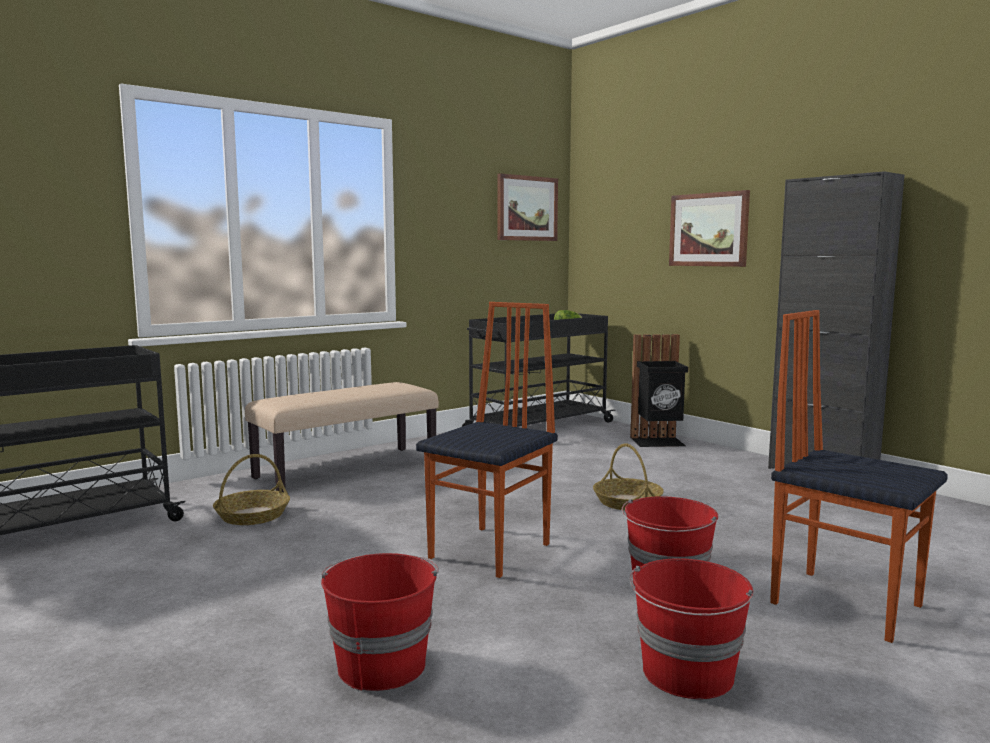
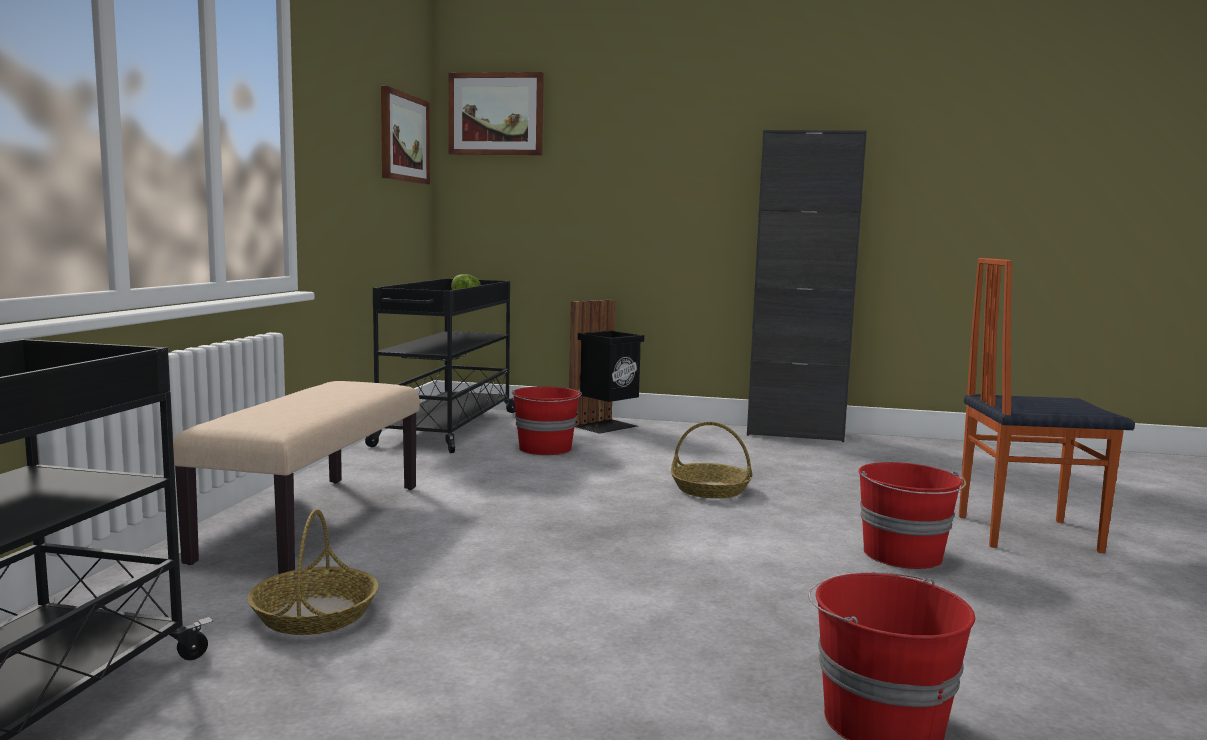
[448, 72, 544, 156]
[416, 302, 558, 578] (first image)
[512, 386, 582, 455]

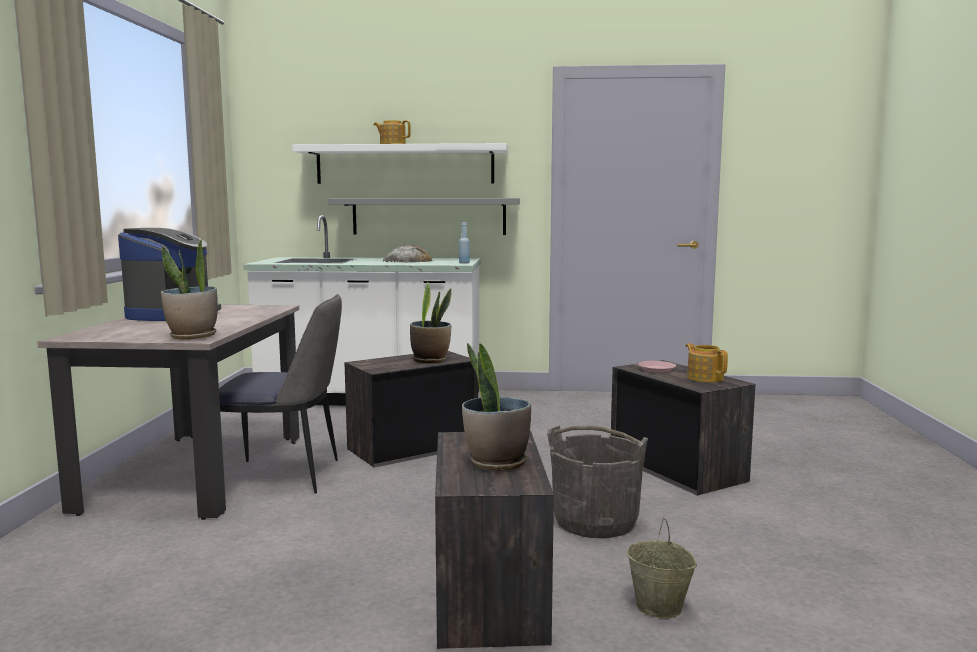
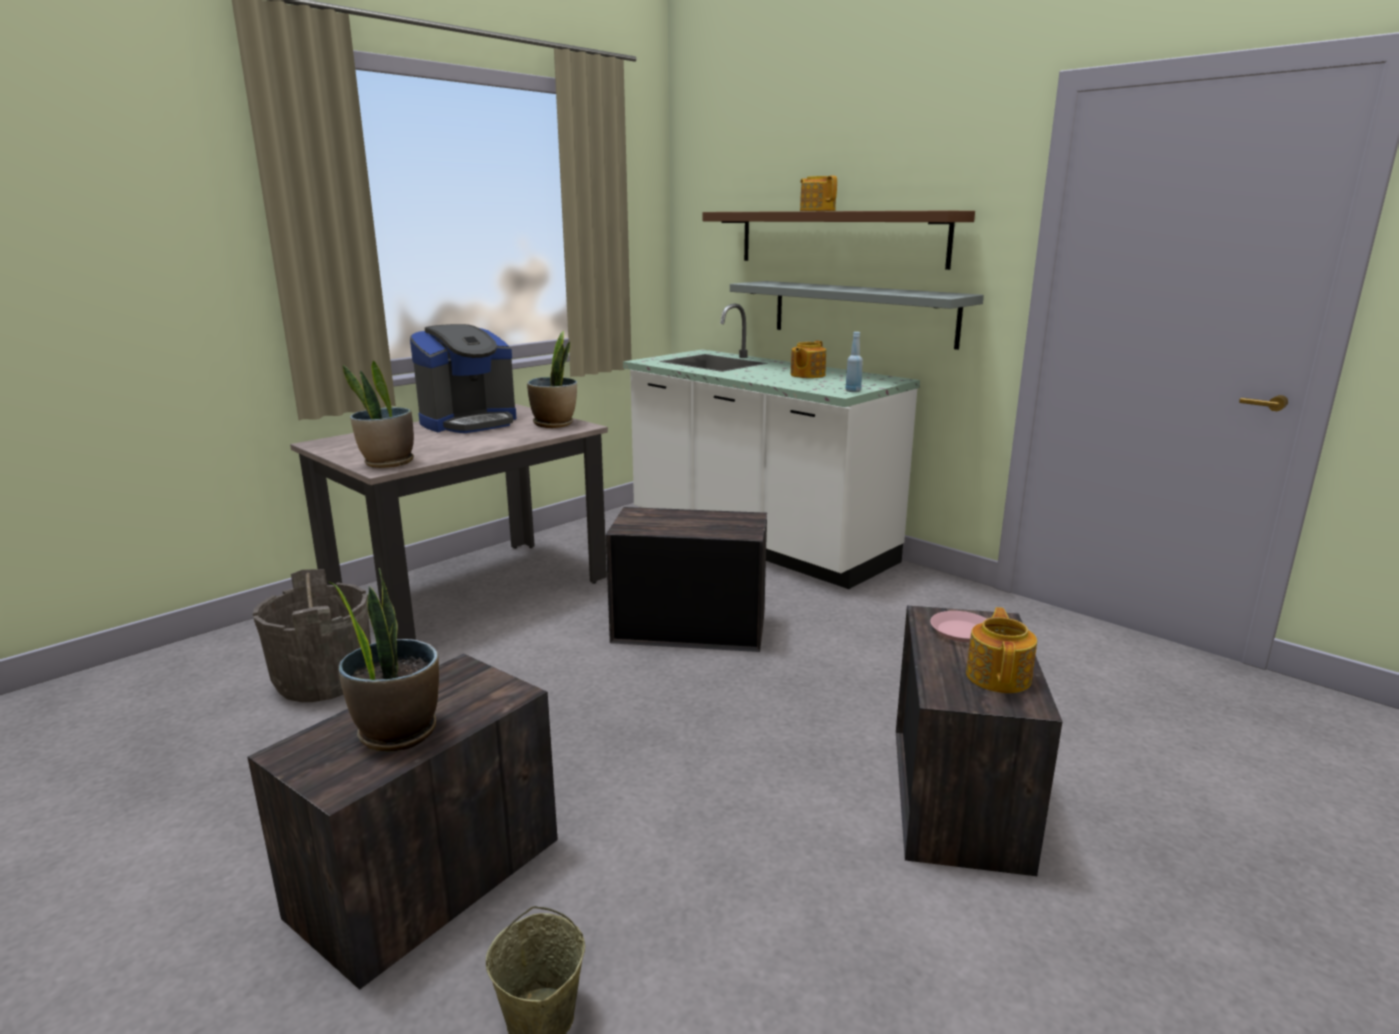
[703, 211, 975, 270]
[791, 341, 826, 378]
[527, 331, 577, 428]
[219, 294, 342, 494] (first image)
[253, 569, 371, 702]

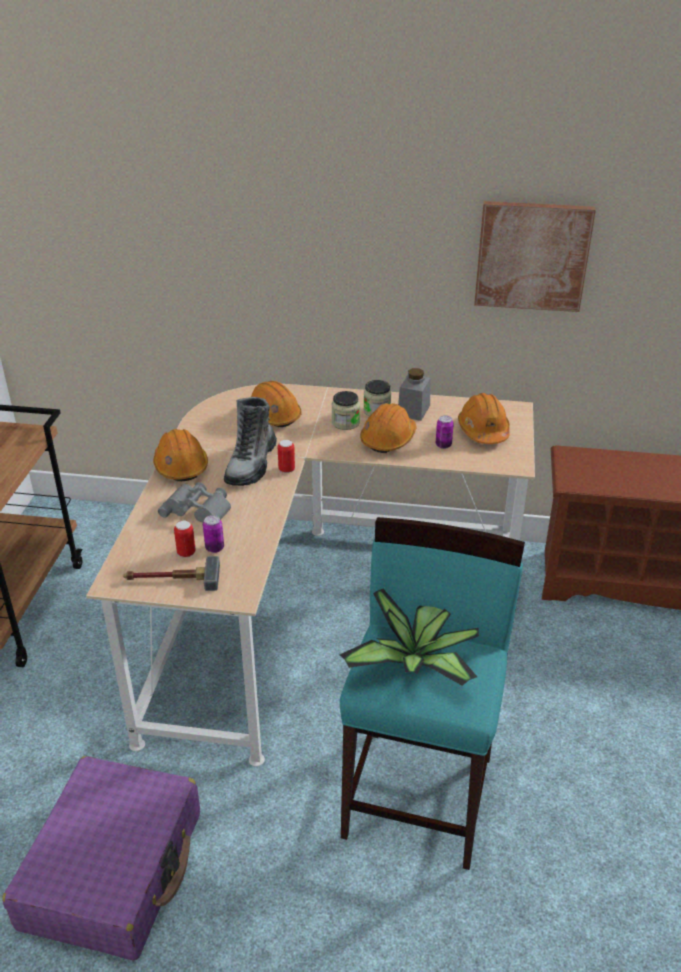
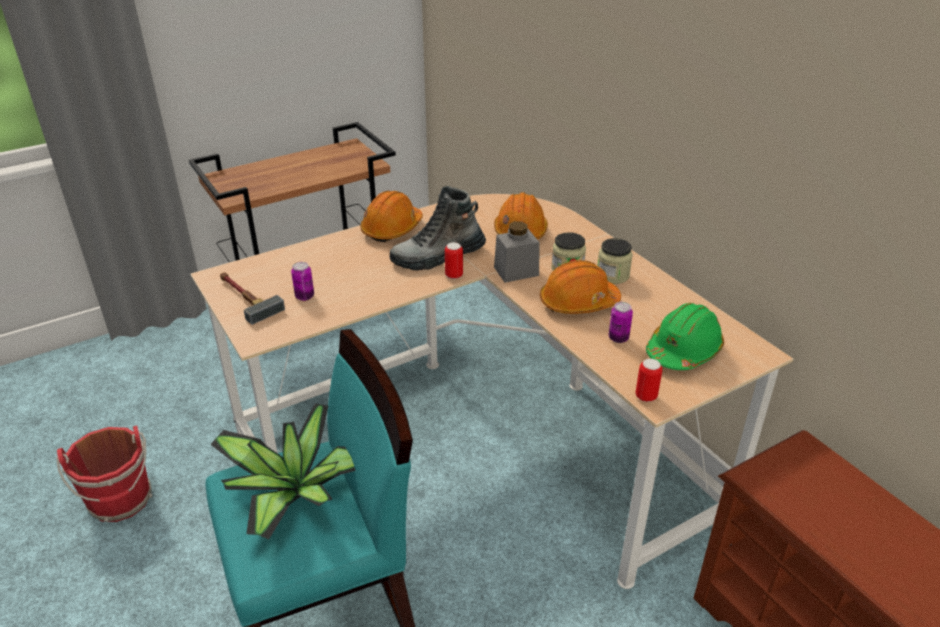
[474, 201, 596, 312] (first image)
[494, 221, 539, 283]
[646, 303, 724, 370]
[158, 482, 231, 525] (first image)
[636, 359, 663, 402]
[56, 426, 152, 522]

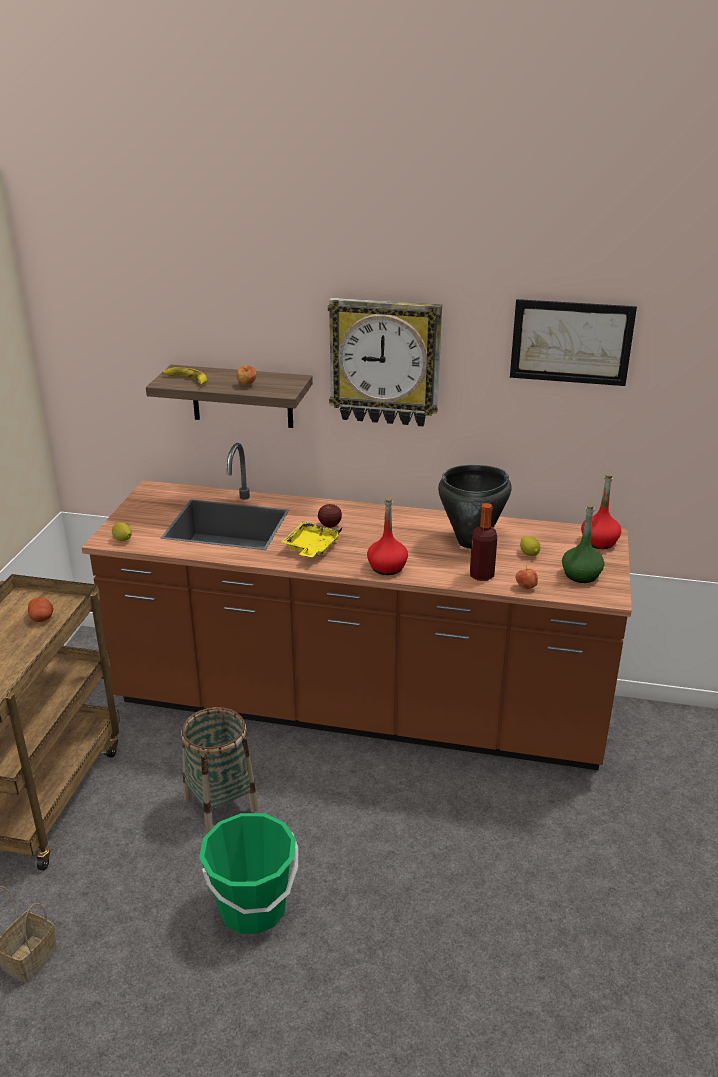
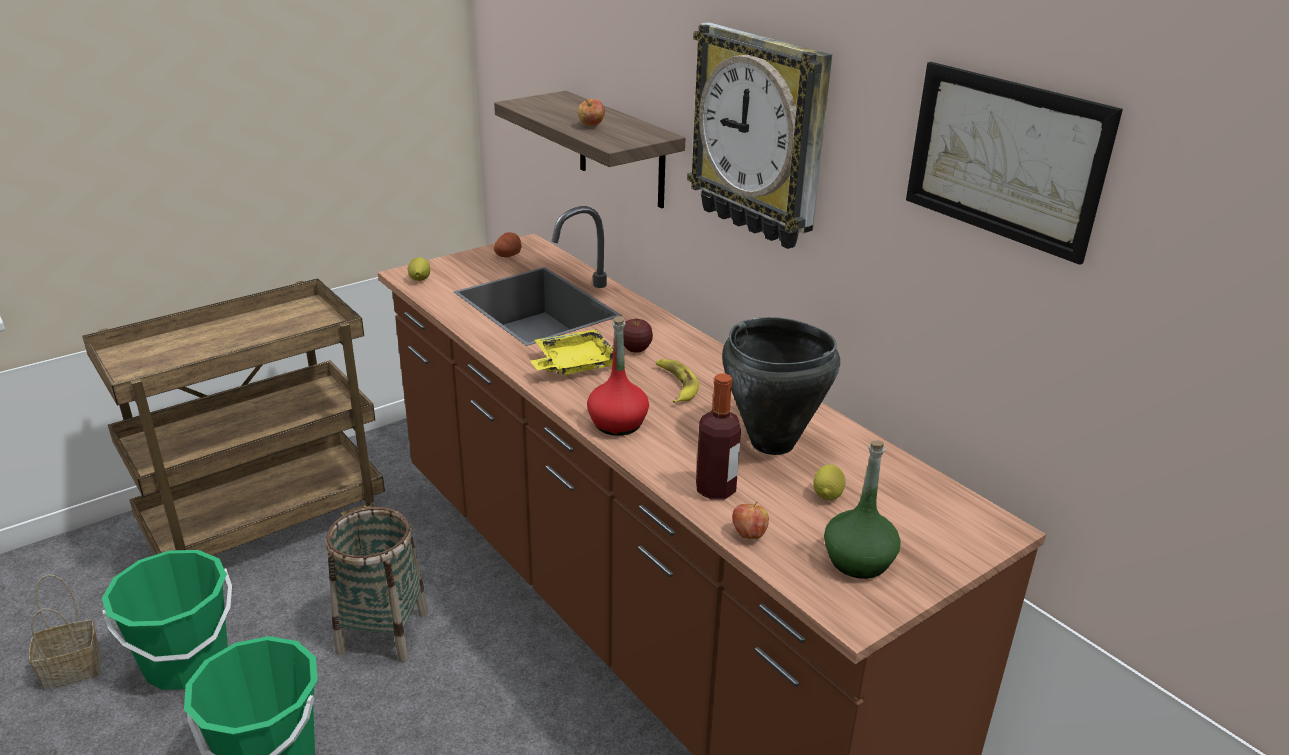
[656, 359, 699, 403]
[581, 474, 622, 549] (first image)
[494, 232, 522, 258]
[102, 550, 232, 690]

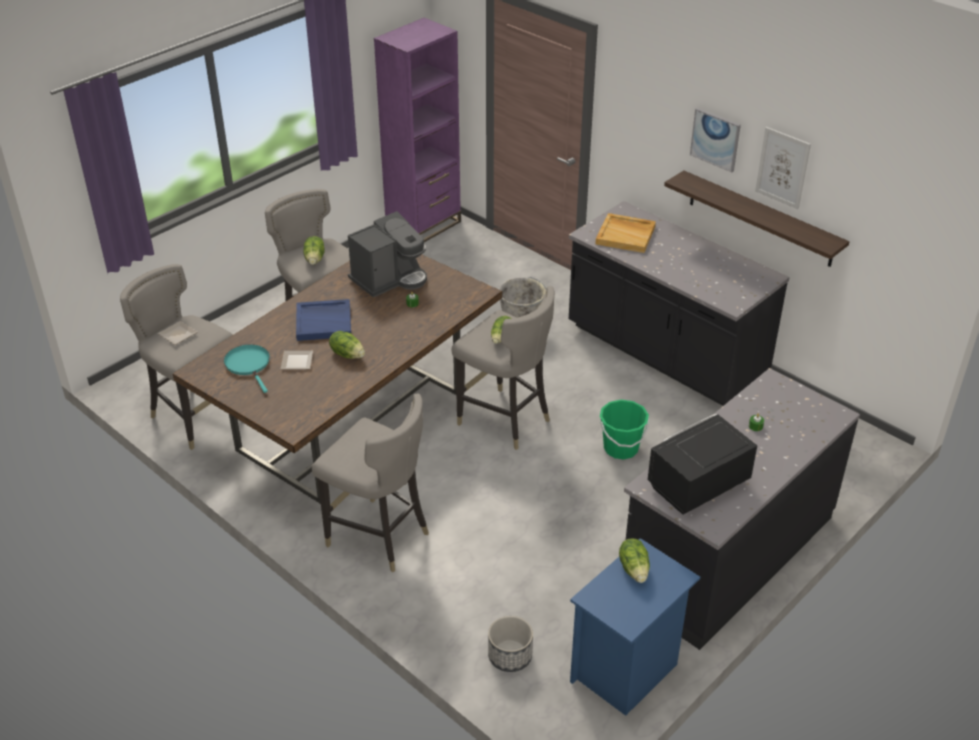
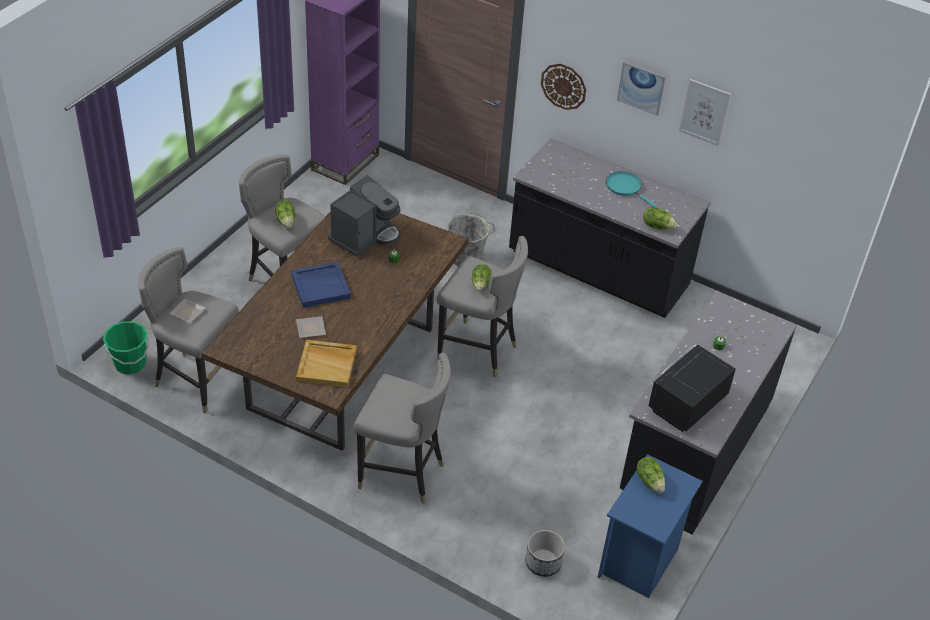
[664, 170, 850, 267] (first image)
[296, 340, 357, 388]
[643, 207, 677, 230]
[606, 171, 657, 208]
[103, 321, 149, 374]
[541, 64, 586, 110]

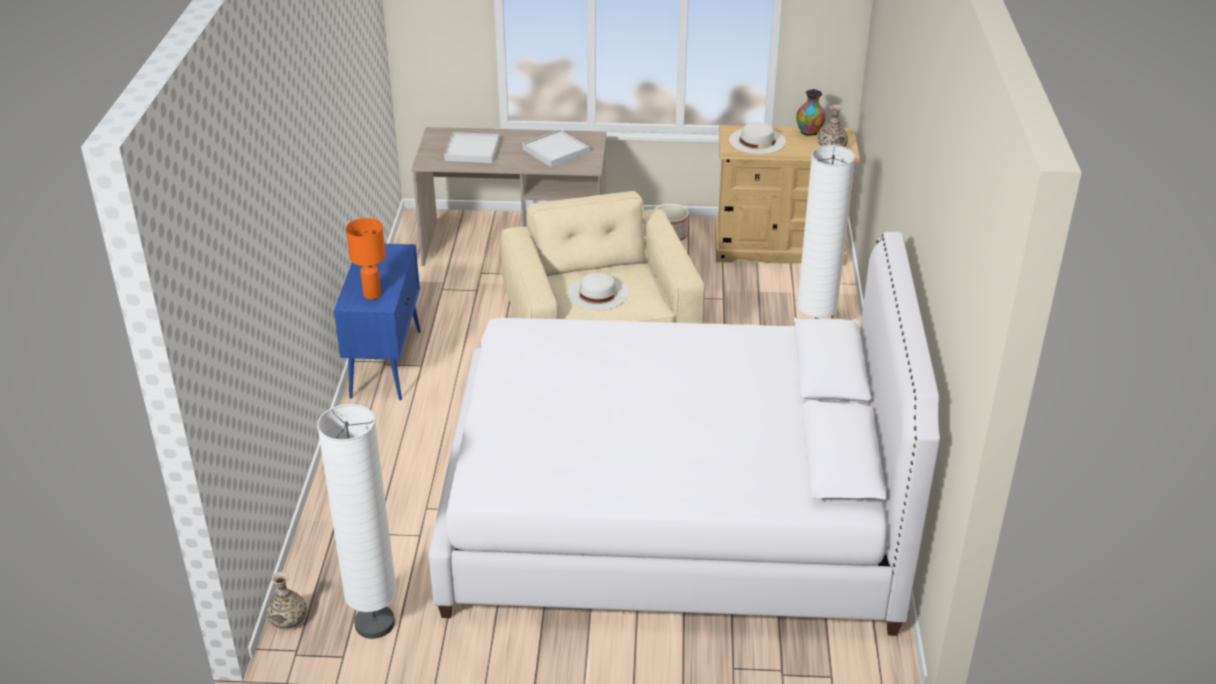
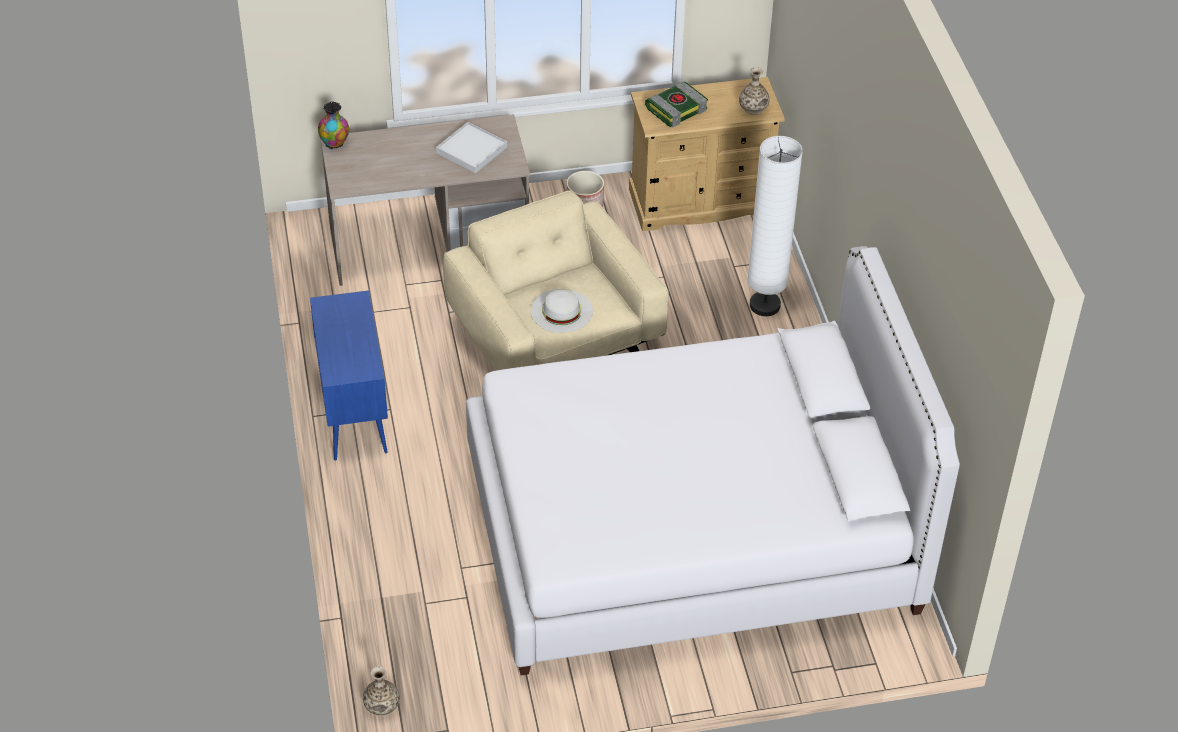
[318, 102, 349, 149]
[645, 82, 708, 127]
[444, 132, 499, 163] (first image)
[346, 218, 386, 300] (first image)
[317, 404, 397, 639] (first image)

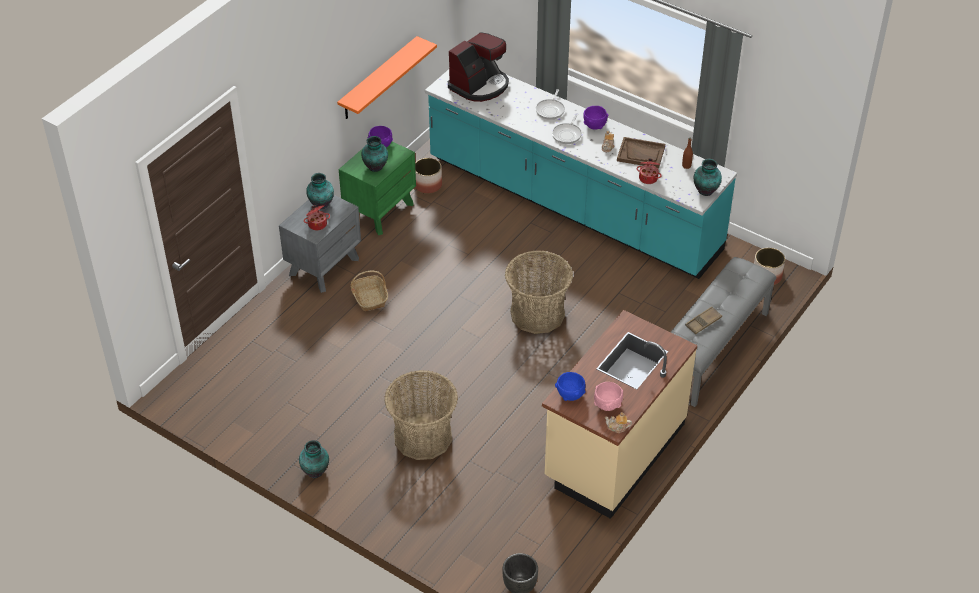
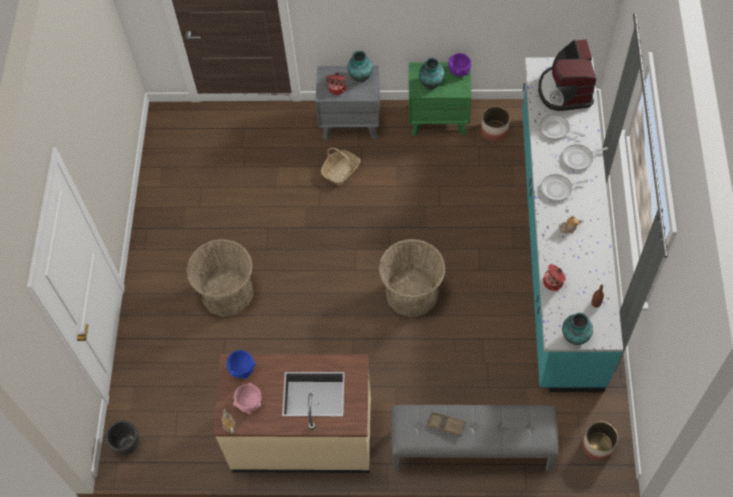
[538, 39, 596, 111]
[337, 36, 437, 119] (first image)
[583, 106, 609, 130] (first image)
[617, 137, 665, 168] (first image)
[299, 440, 329, 478] (first image)
[539, 114, 585, 140]

